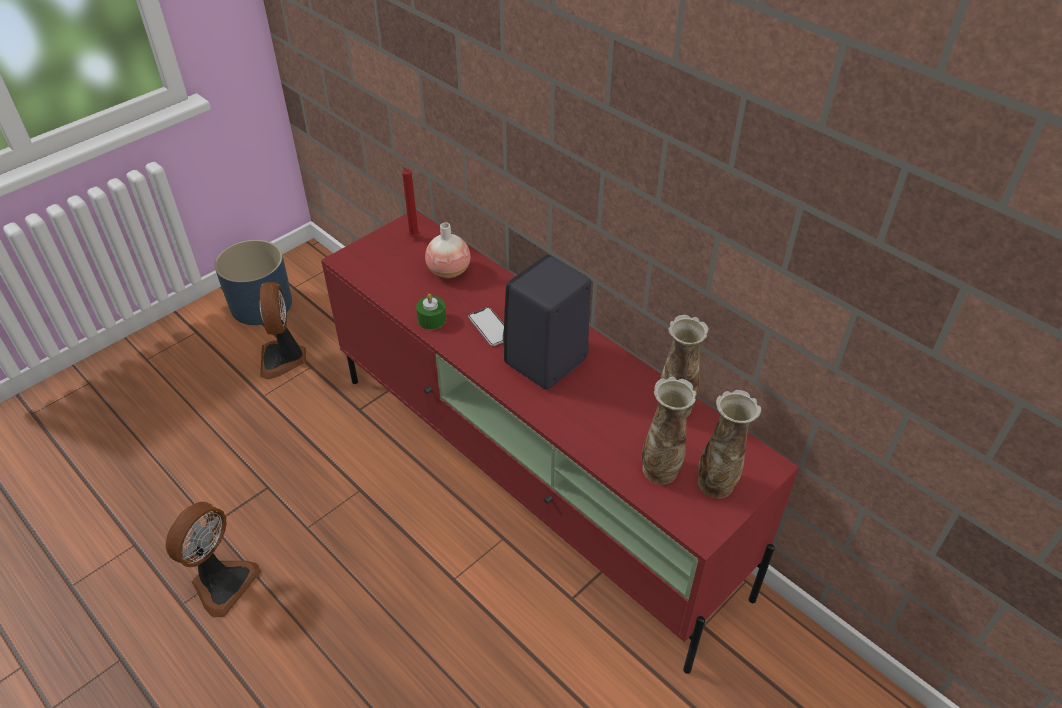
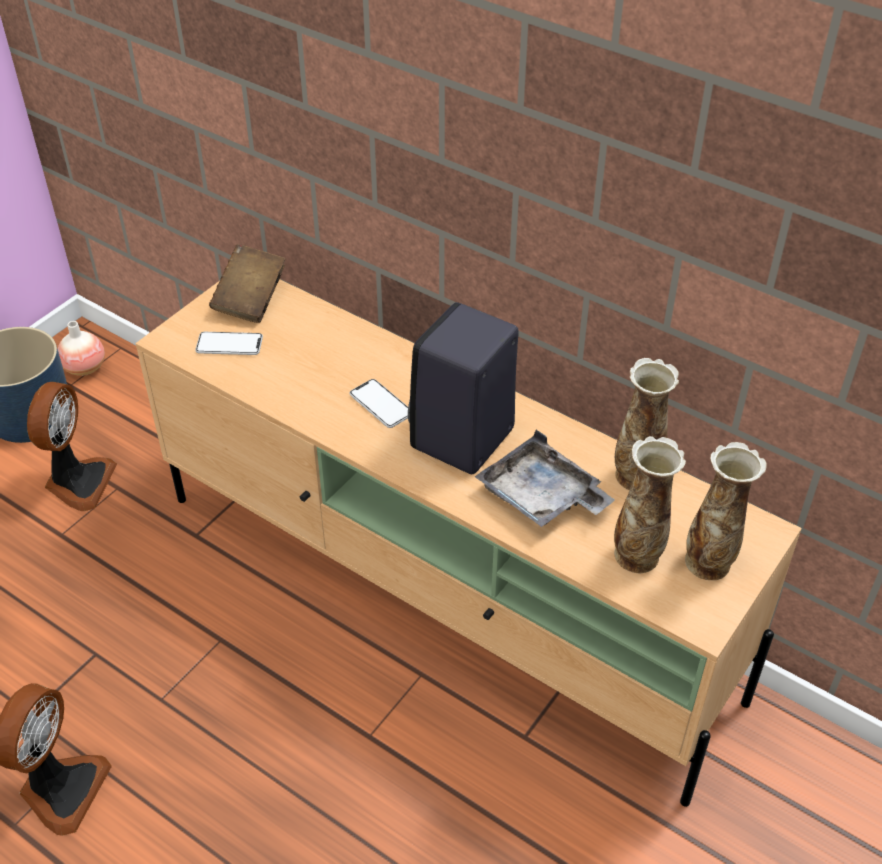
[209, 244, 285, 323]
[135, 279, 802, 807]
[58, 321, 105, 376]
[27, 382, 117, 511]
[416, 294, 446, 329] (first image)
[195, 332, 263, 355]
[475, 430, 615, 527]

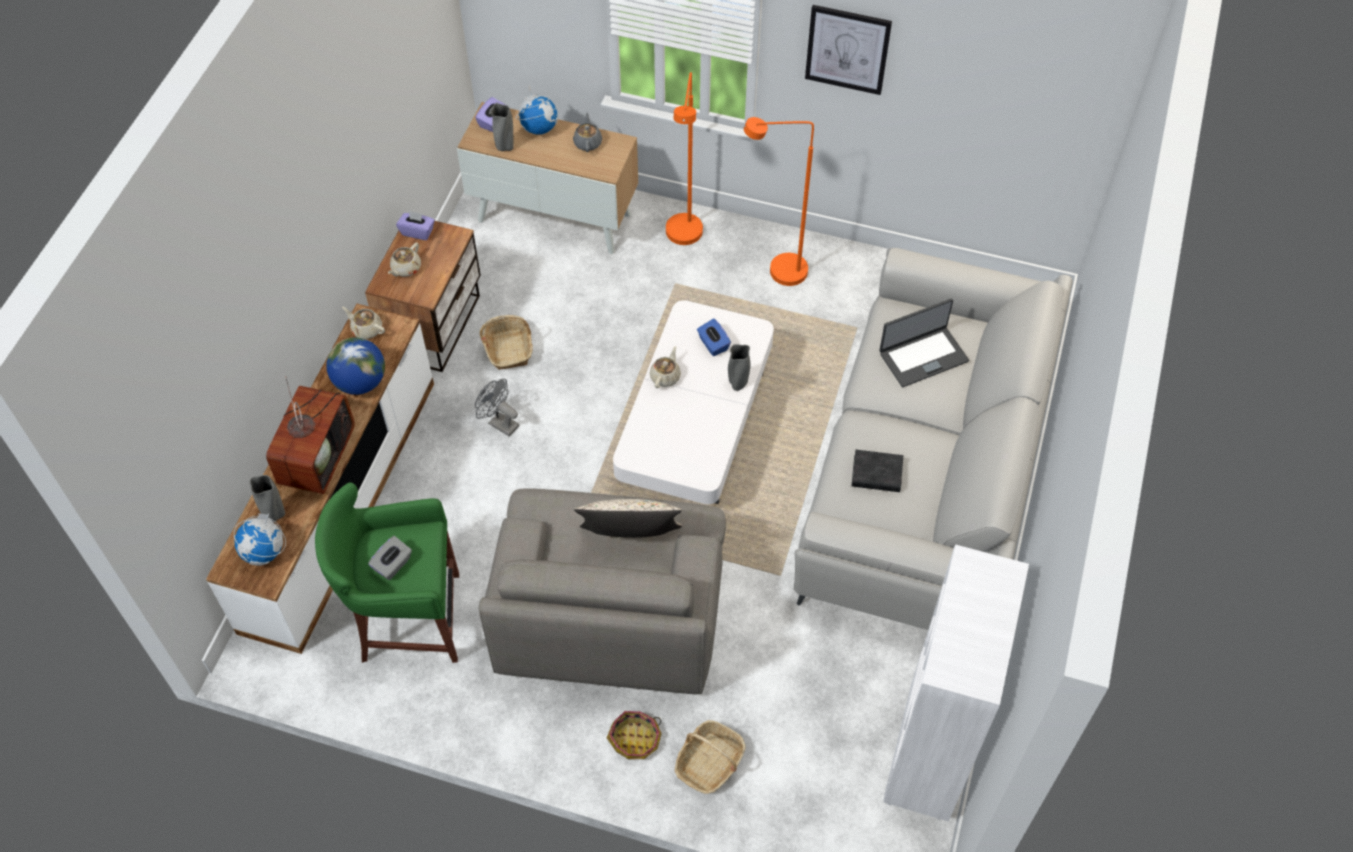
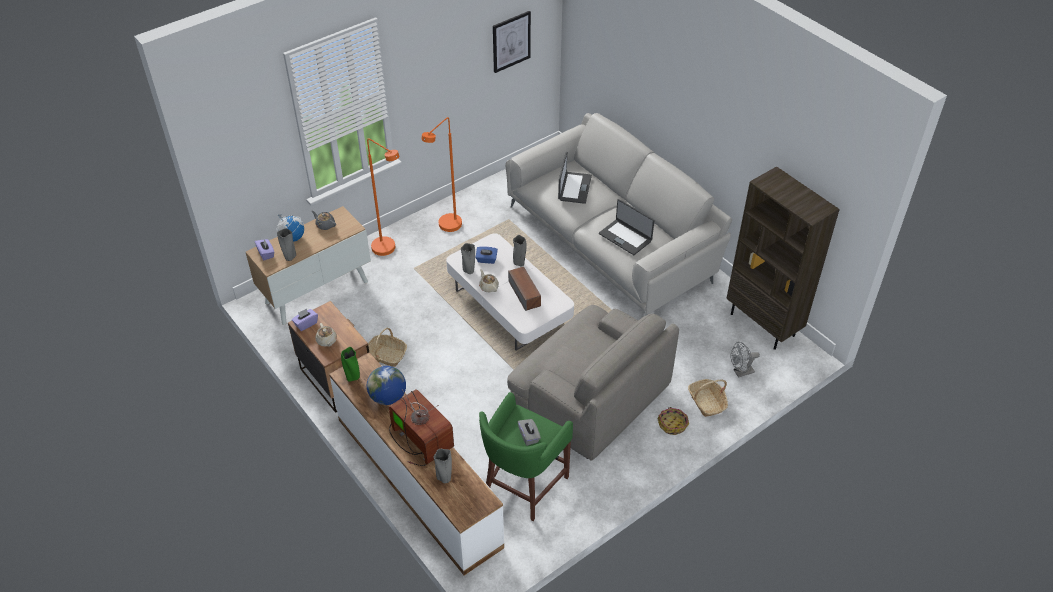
[493, 11, 531, 73]
[341, 347, 360, 382]
[731, 342, 760, 378]
[599, 199, 655, 255]
[574, 499, 682, 538] (first image)
[234, 513, 286, 566] (first image)
[726, 166, 840, 350]
[461, 243, 475, 274]
[508, 266, 541, 311]

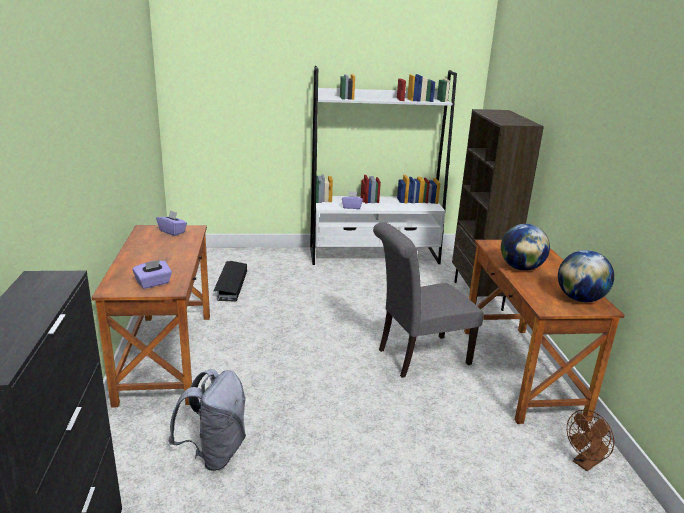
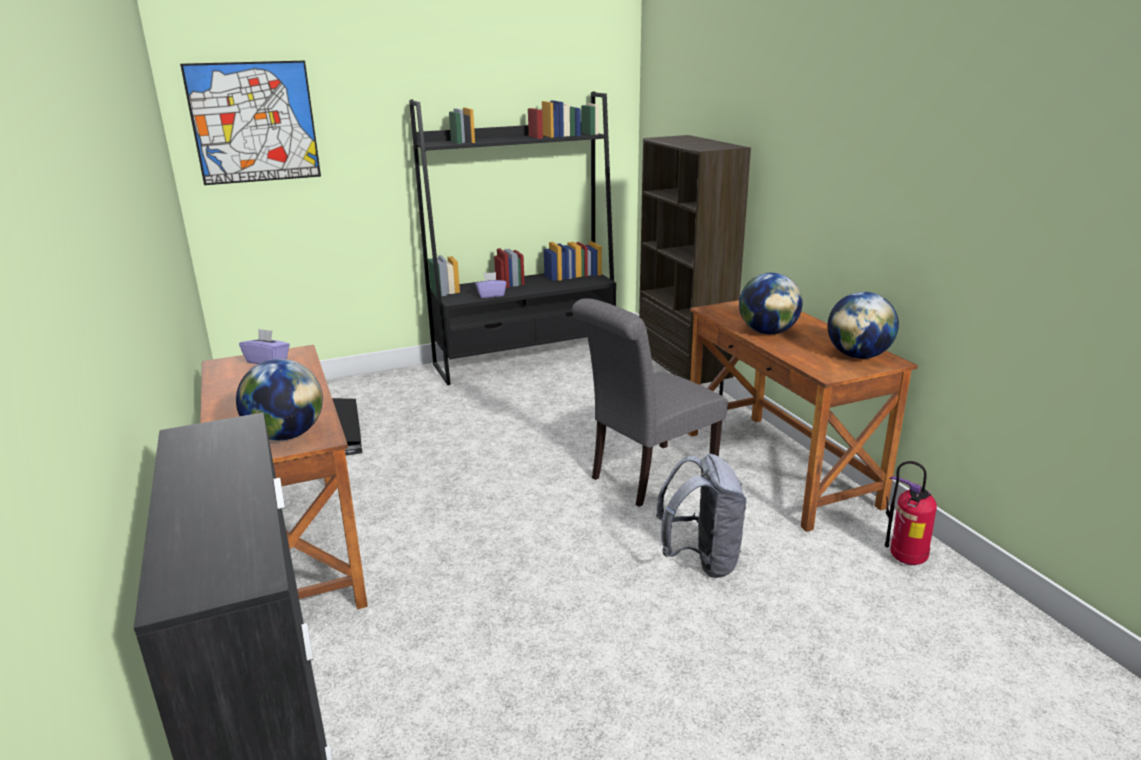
[409, 92, 616, 385]
[236, 359, 323, 440]
[656, 454, 746, 578]
[885, 461, 937, 565]
[180, 60, 321, 185]

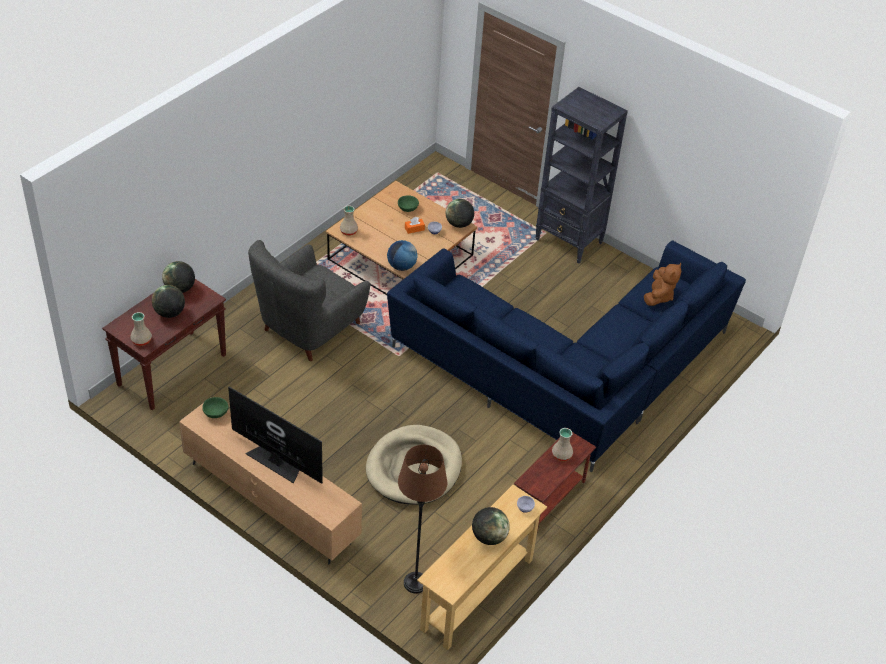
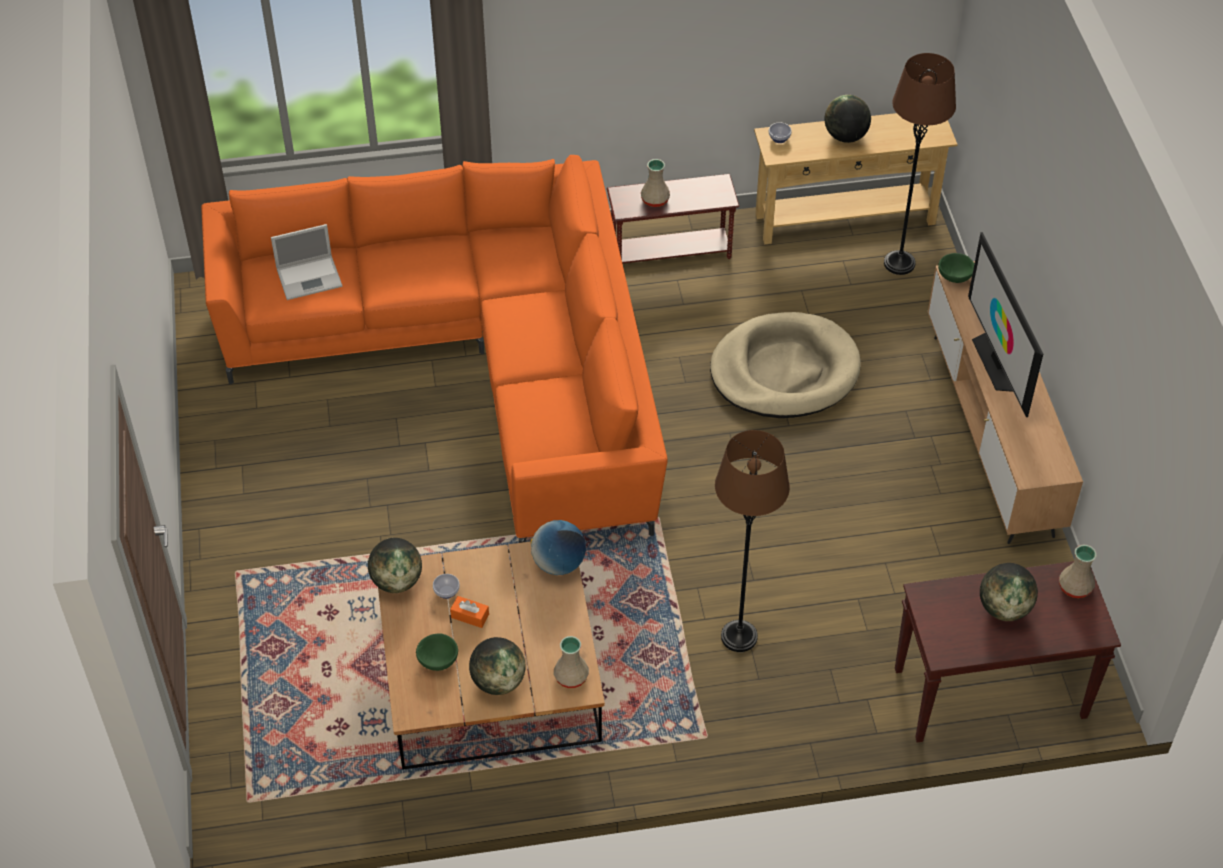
[536, 87, 628, 263] (first image)
[715, 430, 790, 652]
[201, 155, 668, 543]
[469, 637, 526, 695]
[271, 224, 343, 300]
[938, 253, 975, 283]

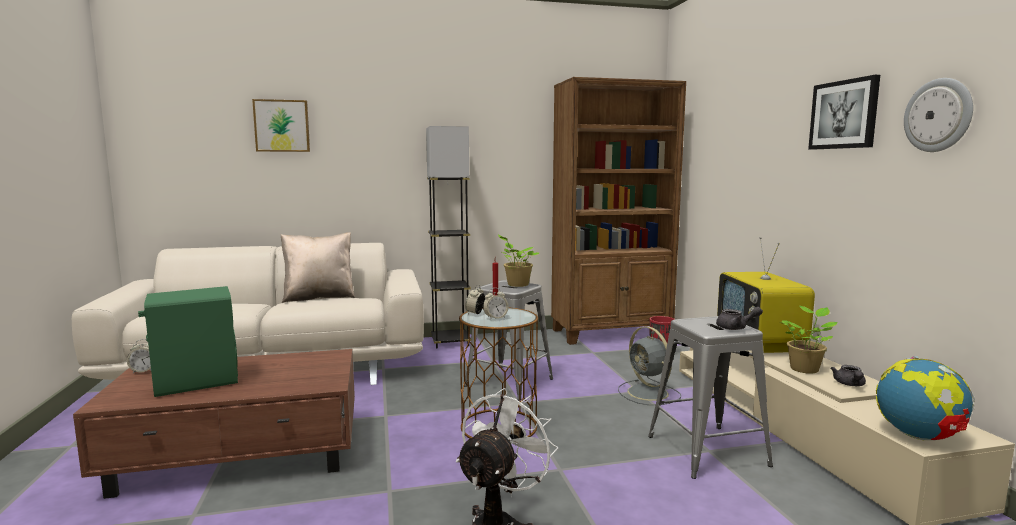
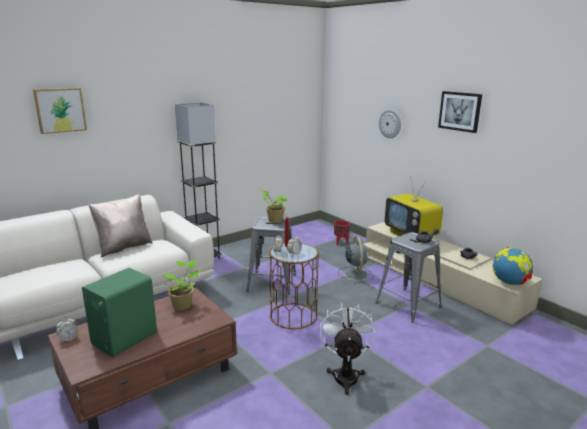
[551, 77, 686, 345] (first image)
[379, 109, 401, 138]
[161, 260, 201, 310]
[338, 236, 374, 284]

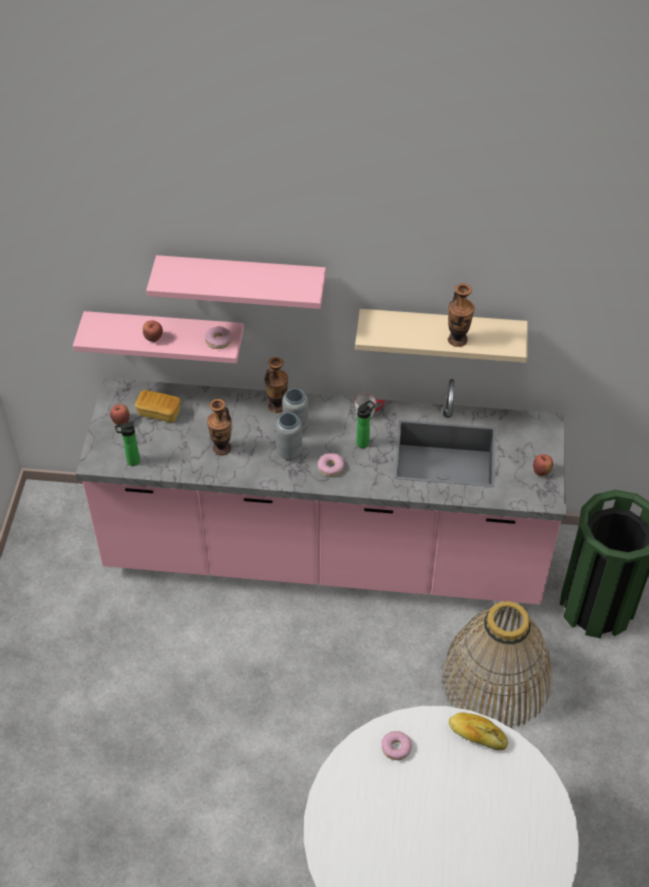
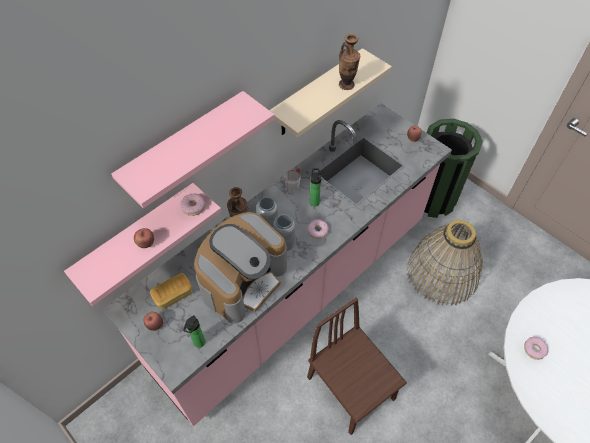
[194, 212, 287, 324]
[449, 712, 508, 750] (first image)
[307, 297, 407, 435]

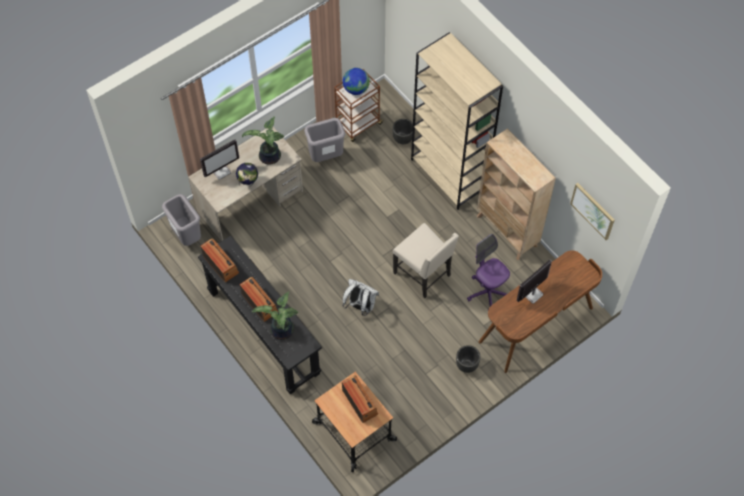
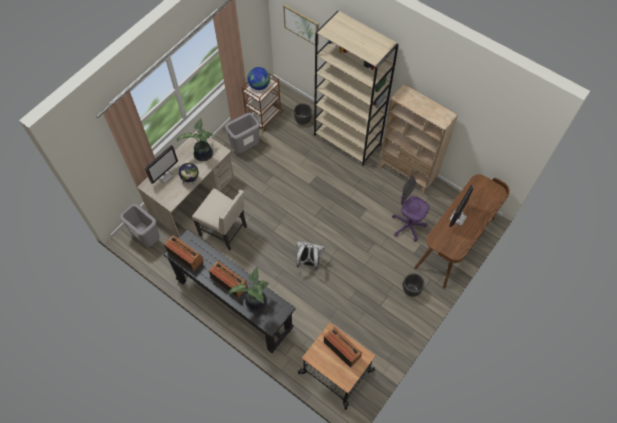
[283, 4, 319, 45]
[192, 188, 247, 250]

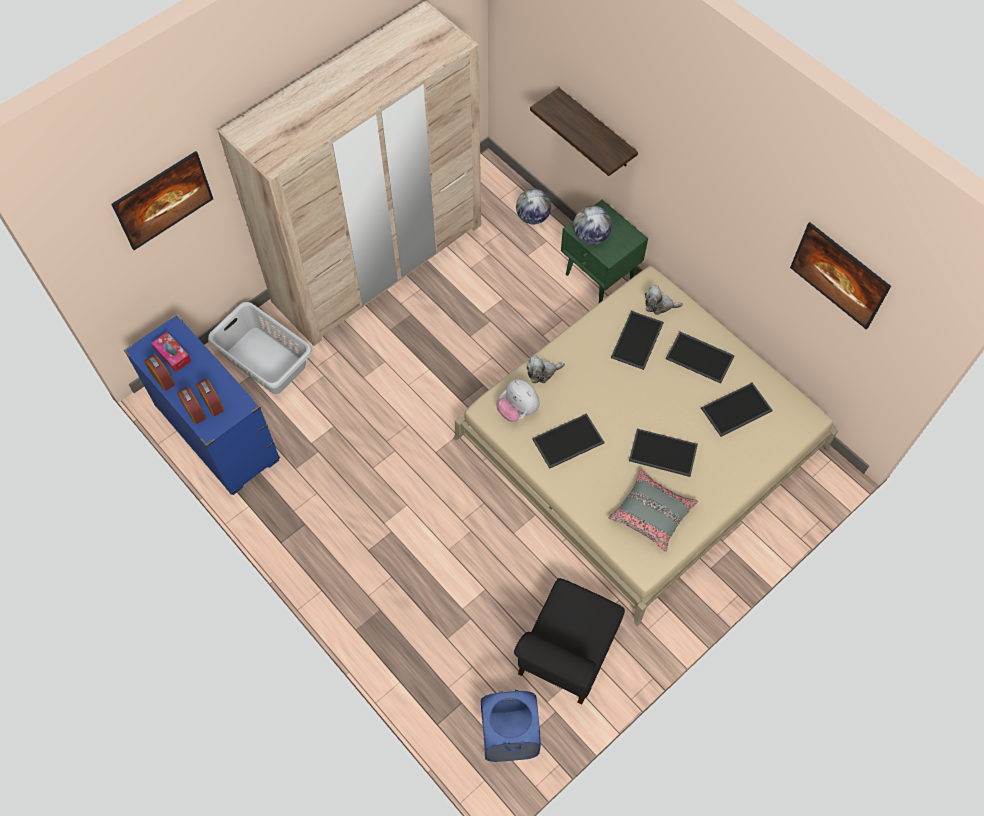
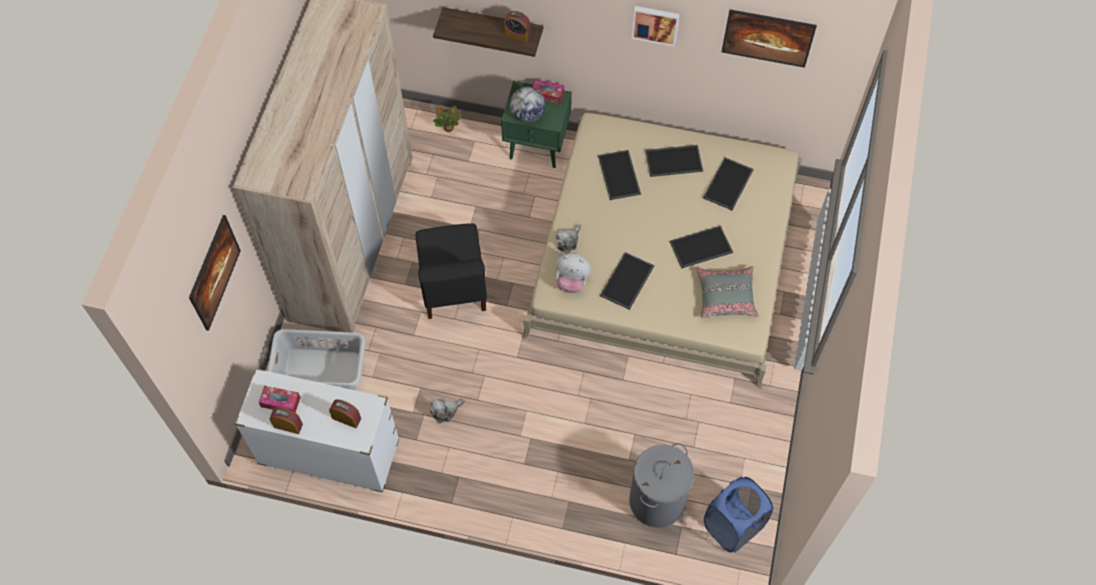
[433, 106, 462, 132]
[430, 399, 465, 423]
[235, 368, 399, 493]
[504, 11, 531, 42]
[416, 223, 487, 319]
[632, 6, 680, 47]
[533, 79, 564, 104]
[629, 443, 695, 528]

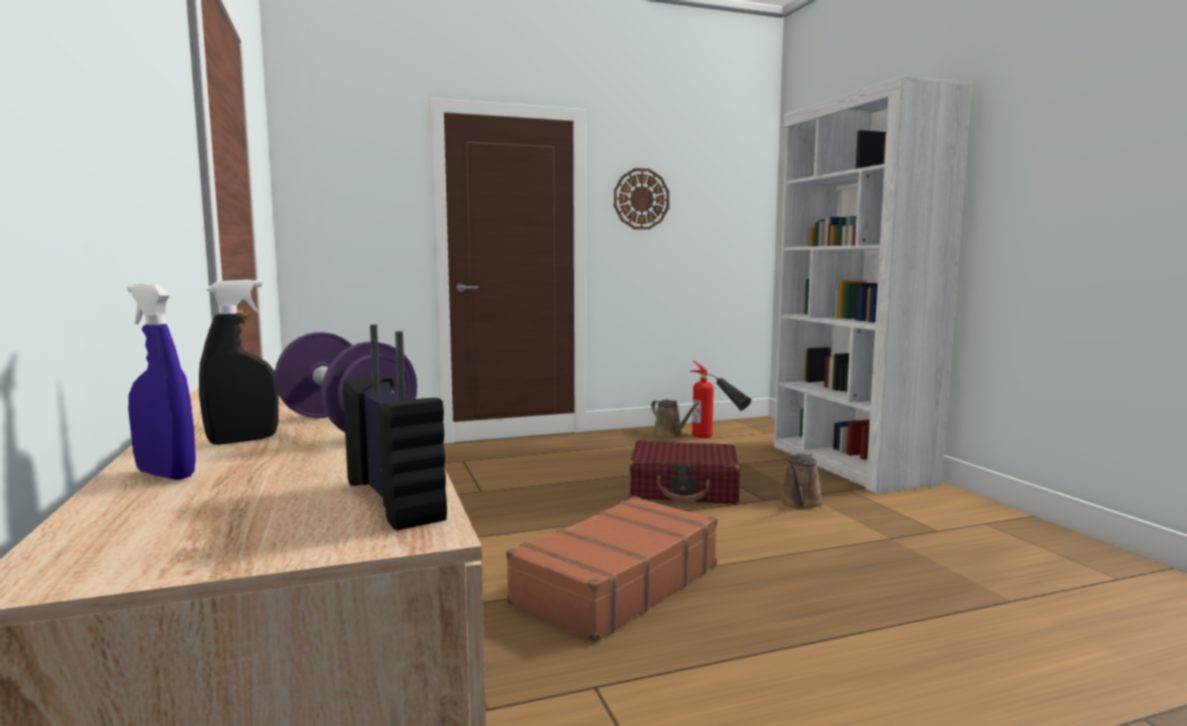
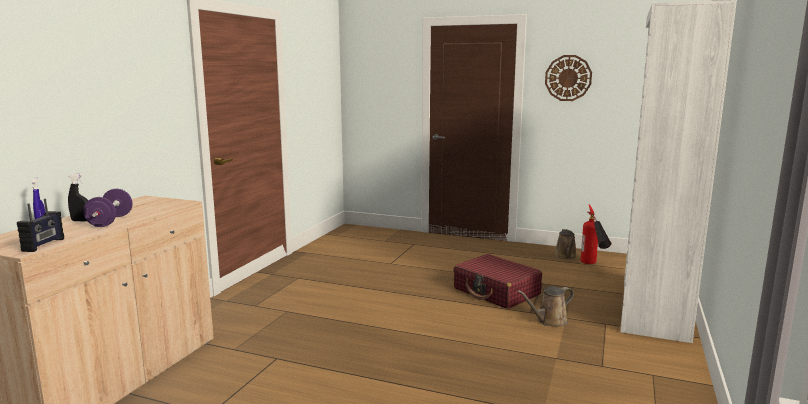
[506, 496, 718, 642] (first image)

